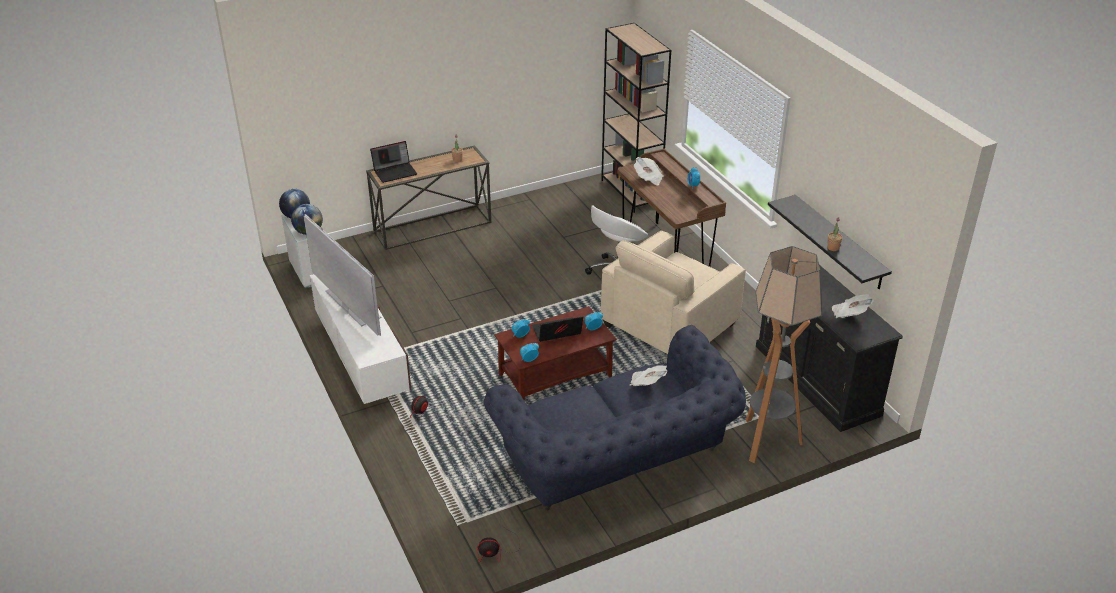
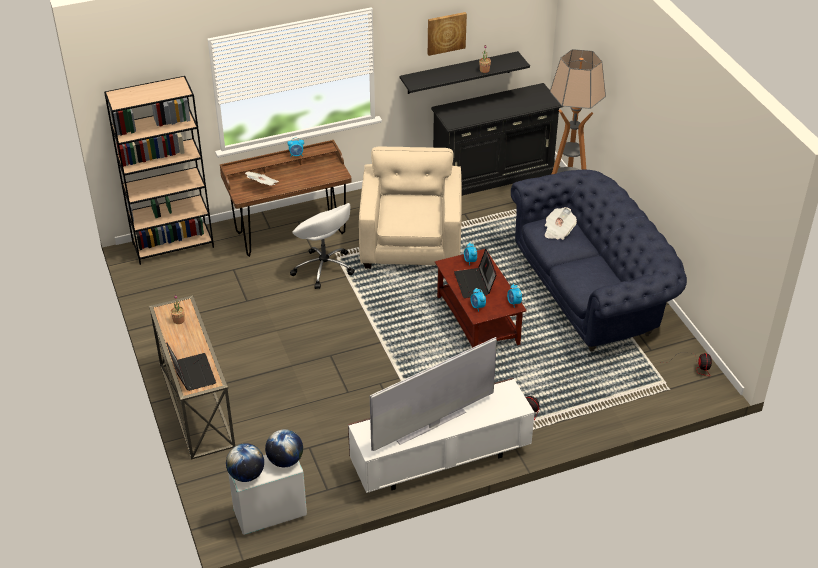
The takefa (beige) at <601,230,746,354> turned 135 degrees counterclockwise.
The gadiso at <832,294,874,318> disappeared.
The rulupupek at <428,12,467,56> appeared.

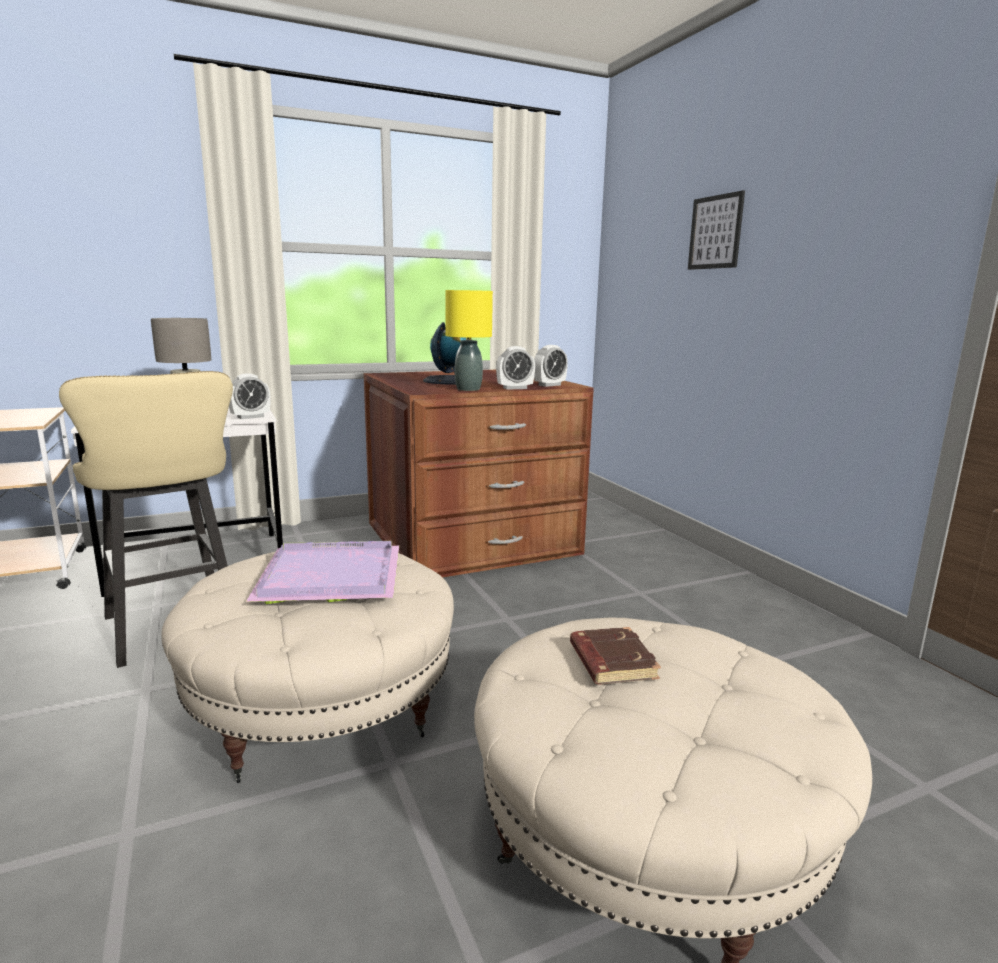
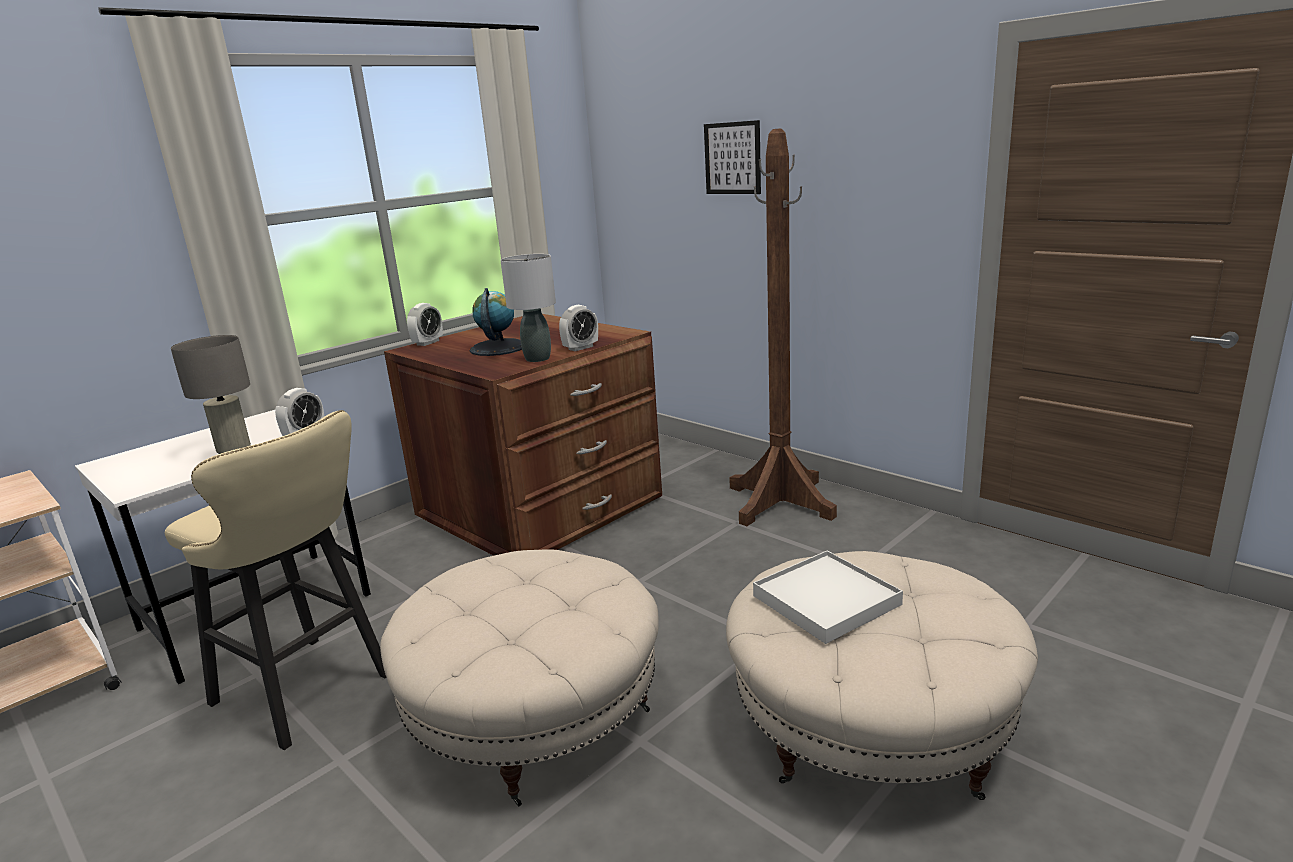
The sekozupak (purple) at <246,541,399,604> disappeared.
The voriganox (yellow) at <445,290,493,391> became the voriganox (grey) at <500,254,556,362>.
The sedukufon moved from <534,345,568,387> to <407,303,443,346>.
The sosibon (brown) at <570,627,661,685> was replaced by the sekozupak (white) at <753,551,903,644>.
The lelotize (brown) at <729,128,837,526> appeared.

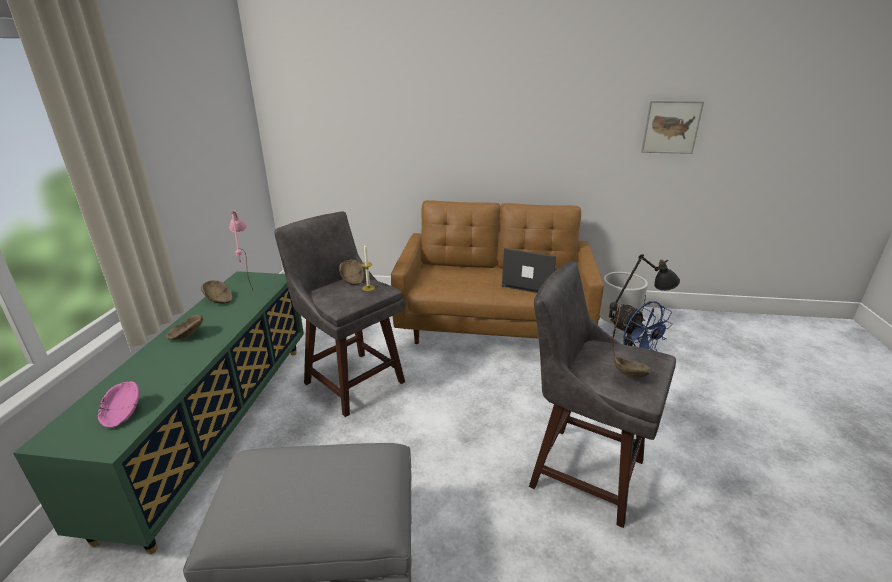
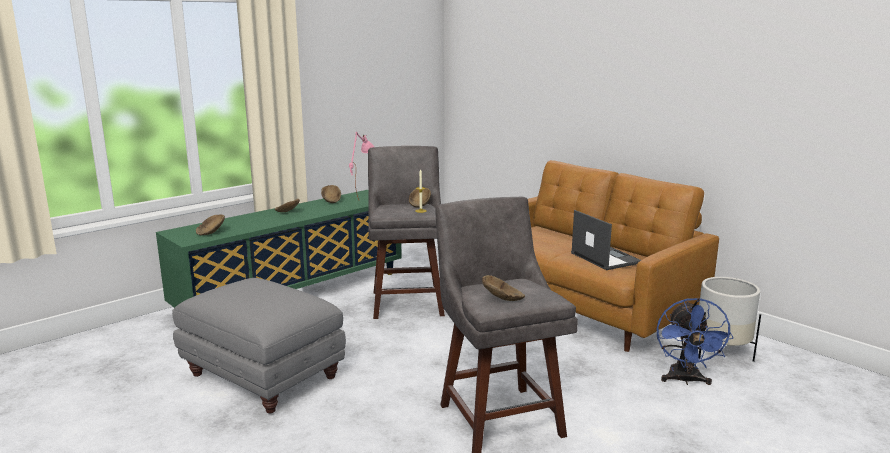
The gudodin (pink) at <98,381,139,428> became the gudodin (brown) at <196,214,225,236>.
The voriganox (black) at <609,254,680,357> disappeared.
The rulupupek at <641,101,704,154> disappeared.

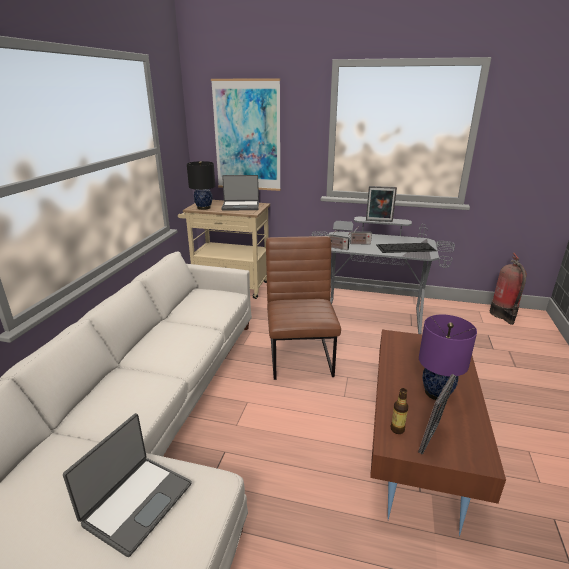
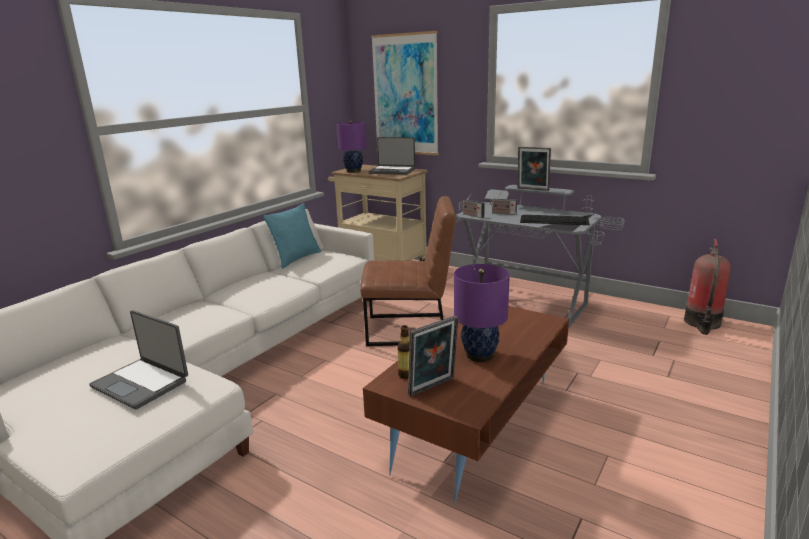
The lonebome at <63,413,192,557> turned 75 degrees clockwise.
The voriganox (black) at <187,161,215,210> became the voriganox (purple) at <337,121,366,173>.
The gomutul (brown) at <266,236,341,380> turned 75 degrees clockwise.
The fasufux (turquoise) at <263,203,321,268> appeared.

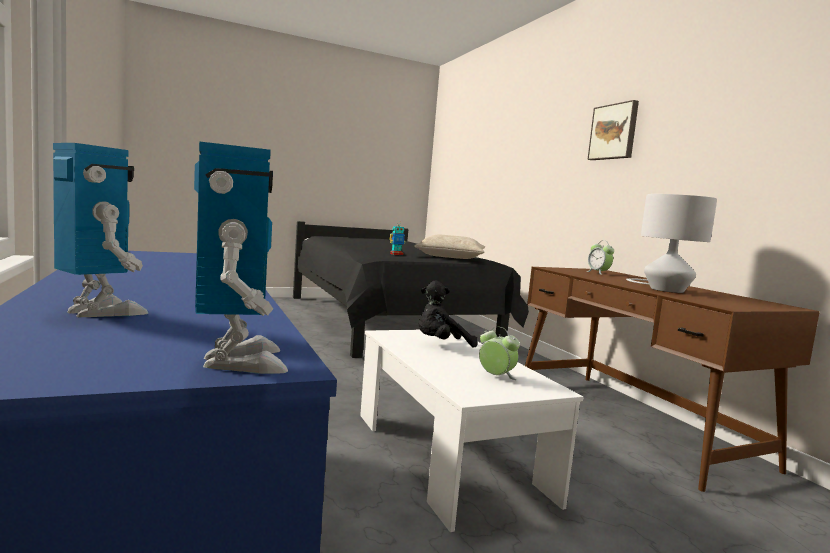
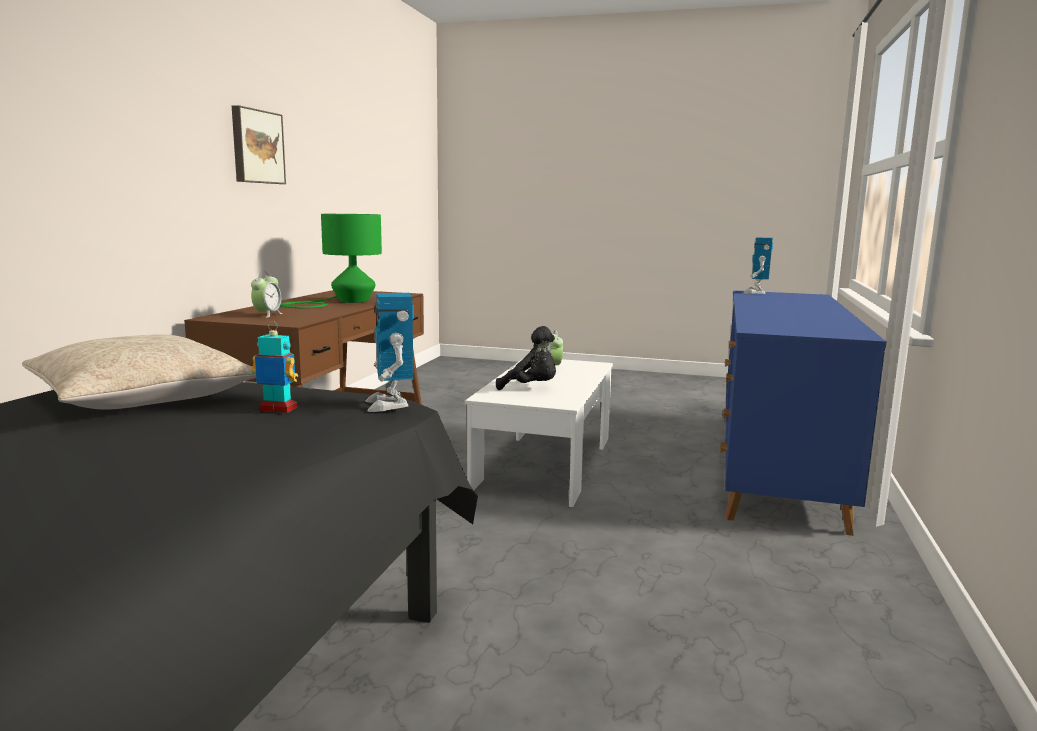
The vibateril moved from <53,143,148,317> to <365,293,414,412>.
The rulupupek moved from <587,100,639,160> to <232,105,286,184>.
The voriganox (grey) at <626,194,717,293> became the voriganox (green) at <280,214,382,308>.

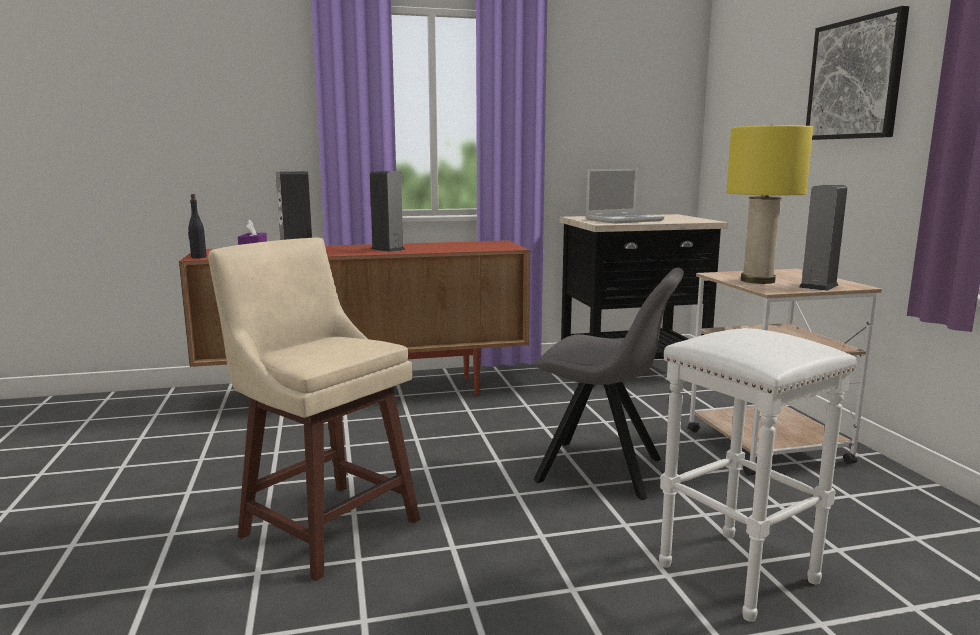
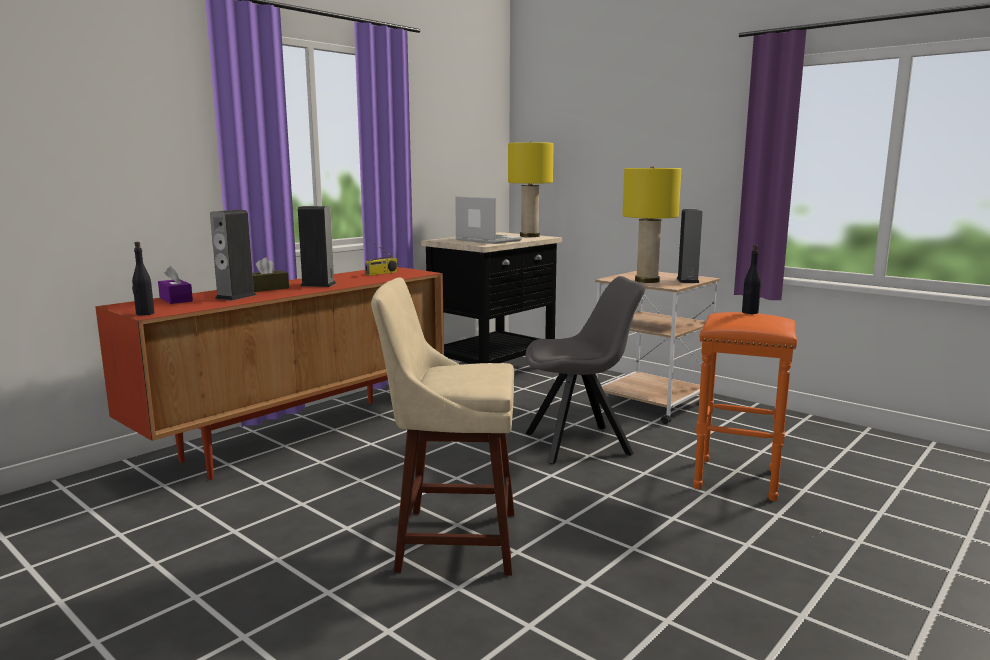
The lonebome at <586,169,664,224> turned 75 degrees counterclockwise.
The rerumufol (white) at <659,328,857,622> became the rerumufol (orange) at <693,312,797,501>.
The rulupupek at <806,6,909,140> disappeared.
The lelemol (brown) at <252,257,289,292> appeared.
The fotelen at <365,240,398,276> appeared.
The voriganox (yellow) at <508,142,554,237> appeared.
The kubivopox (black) at <742,245,761,314> appeared.

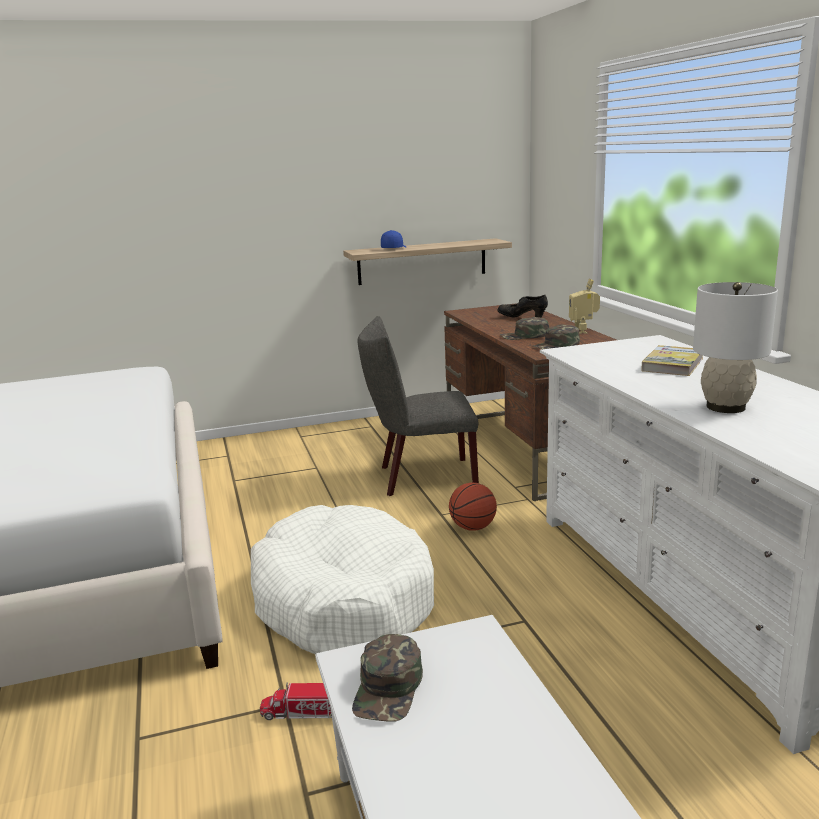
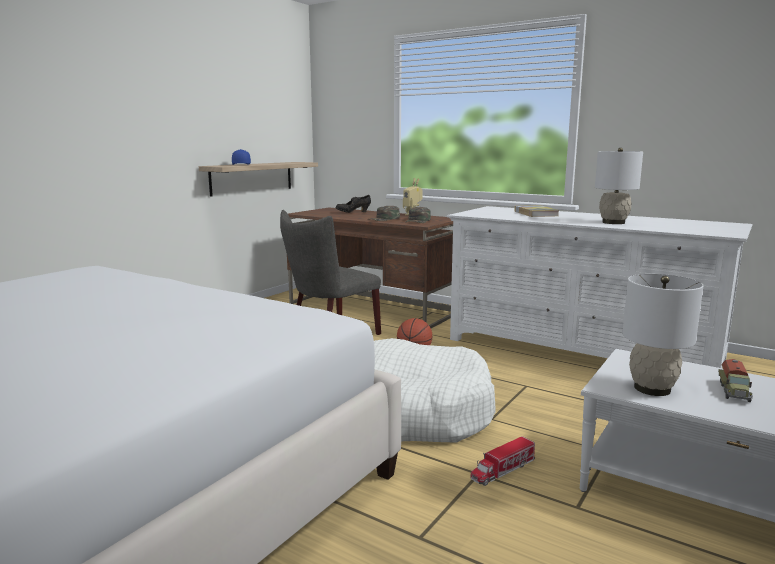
The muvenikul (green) at <352,634,423,721> was replaced by the voriganox (white) at <622,274,703,396>.
The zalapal at <718,359,753,402> appeared.

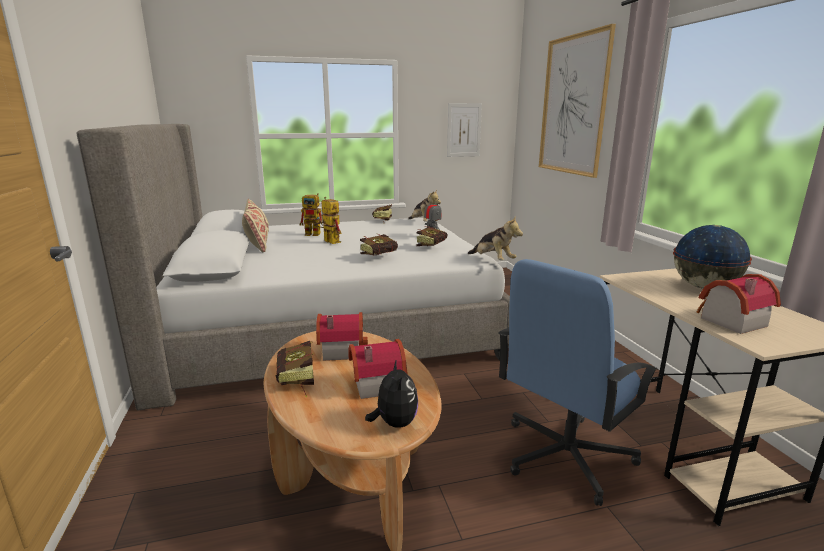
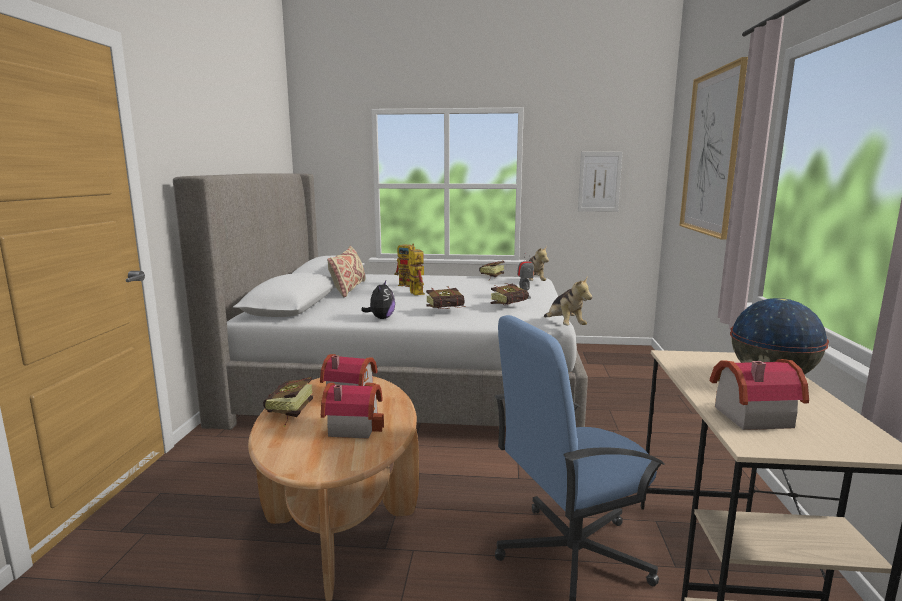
The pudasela moved from <365,359,418,428> to <361,281,395,319>.

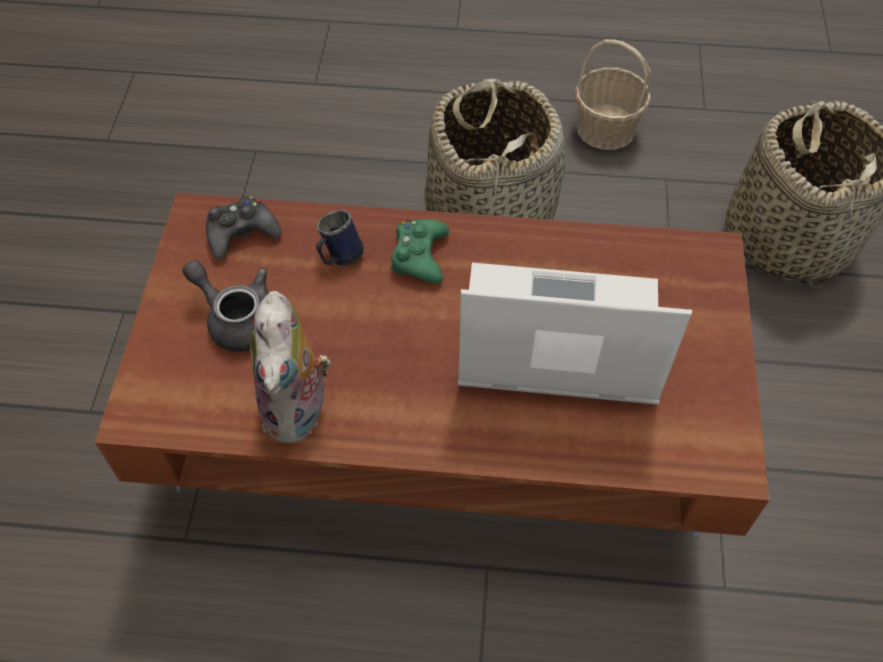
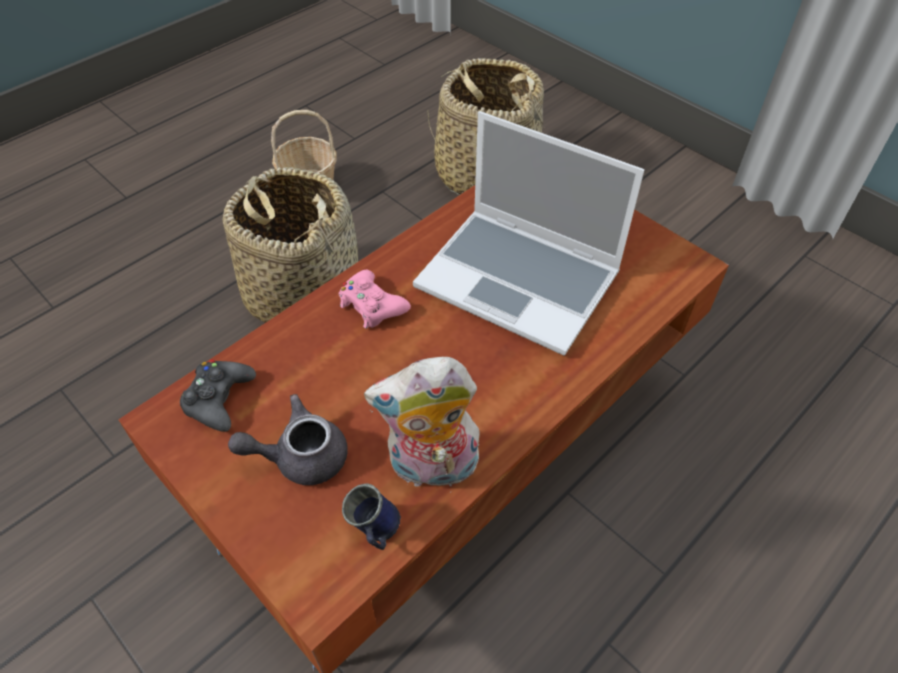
The pudasela at <250,291,331,444> turned 135 degrees clockwise.
The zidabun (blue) moved from <316,210,364,265> to <342,483,401,550>.
The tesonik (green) at <390,219,449,283> became the tesonik (pink) at <339,270,411,329>.
The lonebome at <458,263,692,405> turned 105 degrees counterclockwise.

